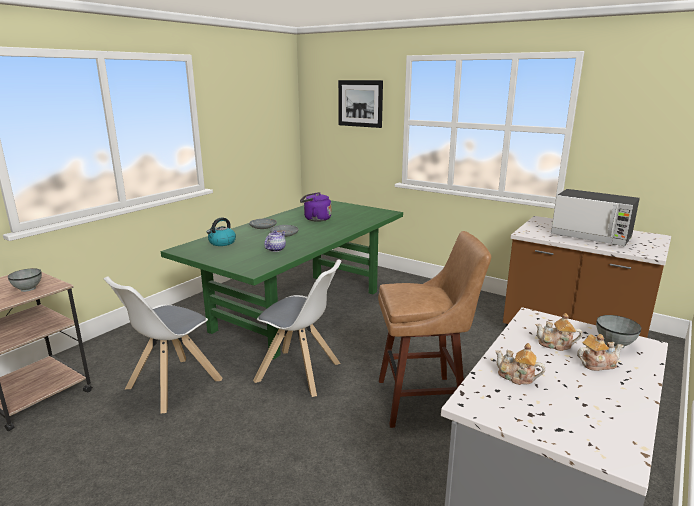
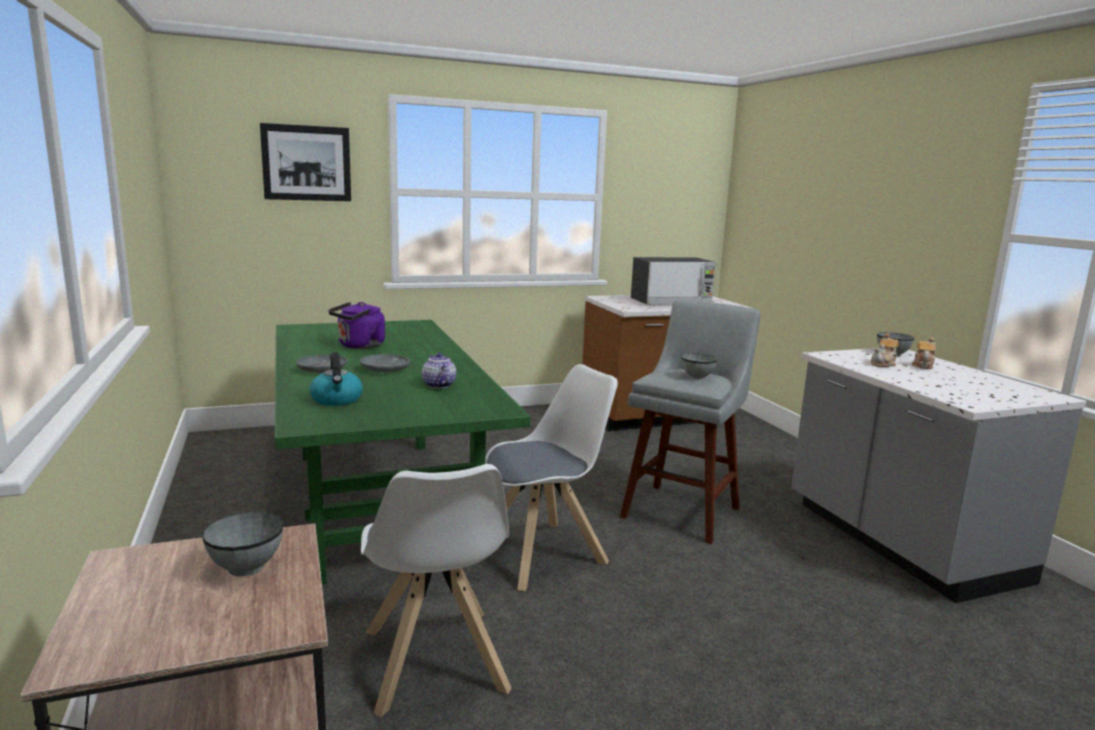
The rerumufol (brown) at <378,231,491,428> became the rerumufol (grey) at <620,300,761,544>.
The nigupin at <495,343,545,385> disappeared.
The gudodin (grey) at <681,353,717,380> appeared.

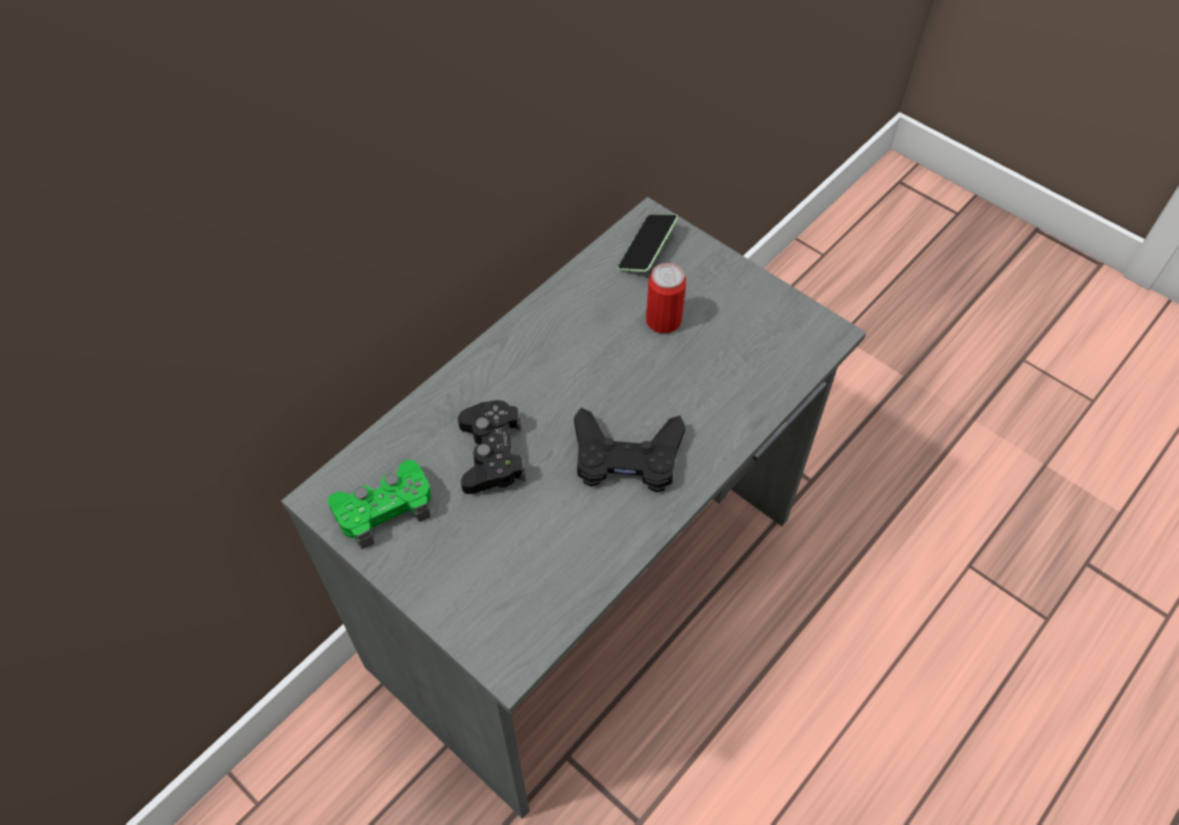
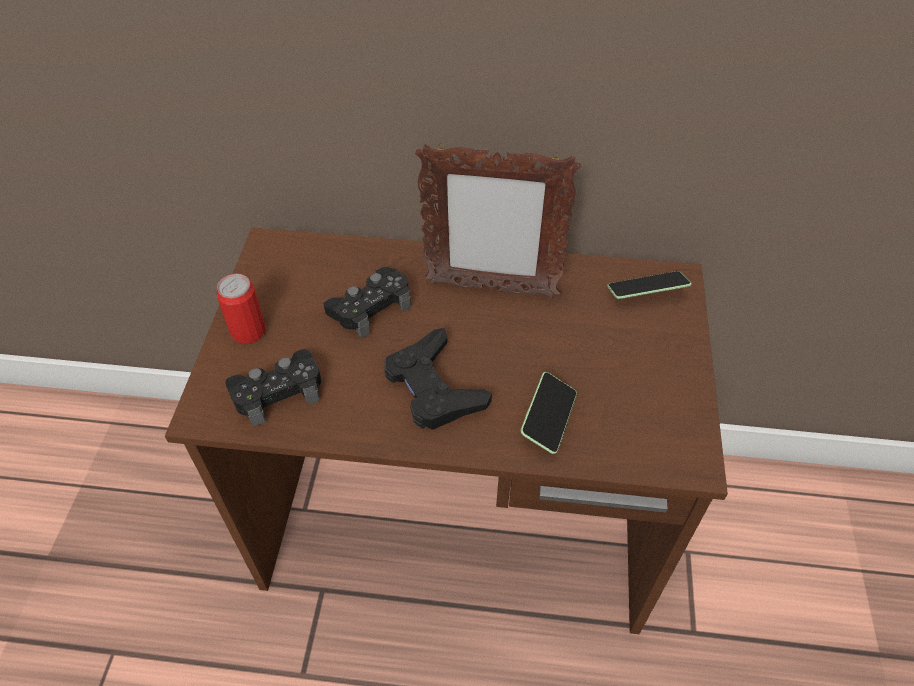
The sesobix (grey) at <281,197,866,819> became the sesobix (brown) at <165,227,728,634>.
The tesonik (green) at <328,460,431,549> disappeared.
The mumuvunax moved from <646,263,686,333> to <217,274,266,344>.
The tesonik (black) at <225,349,321,427> appeared.
The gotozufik at <415,143,581,298> appeared.
The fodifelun at <520,372,577,454> appeared.

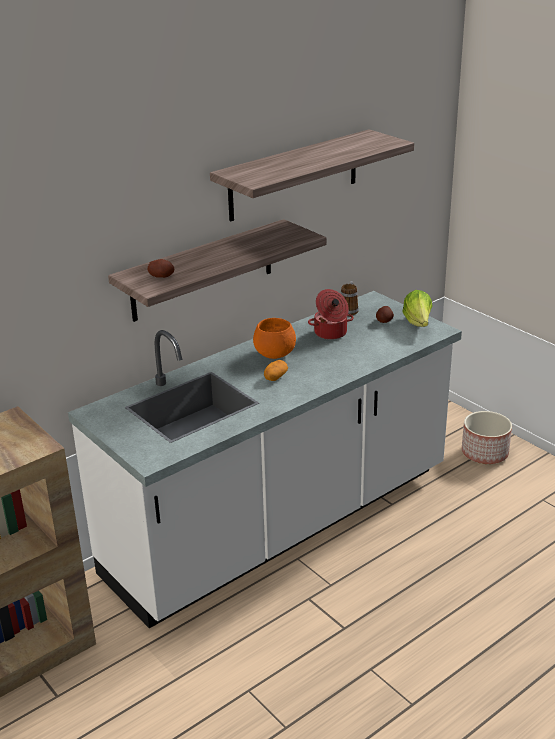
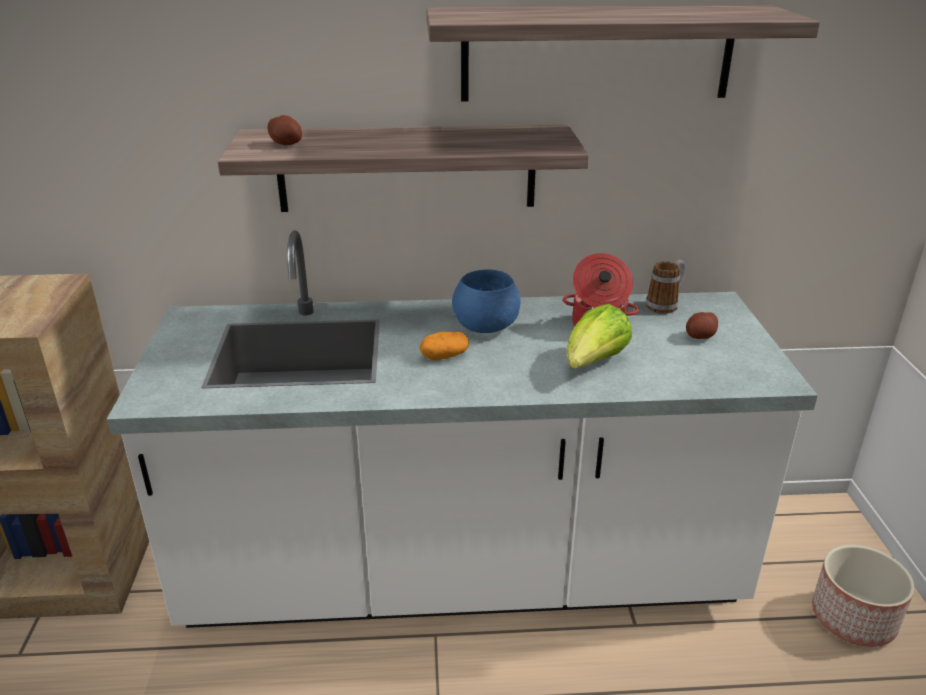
The gudodin (orange) at <253,318,296,359> became the gudodin (blue) at <452,269,521,333>.
The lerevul moved from <402,290,433,327> to <567,304,632,369>.

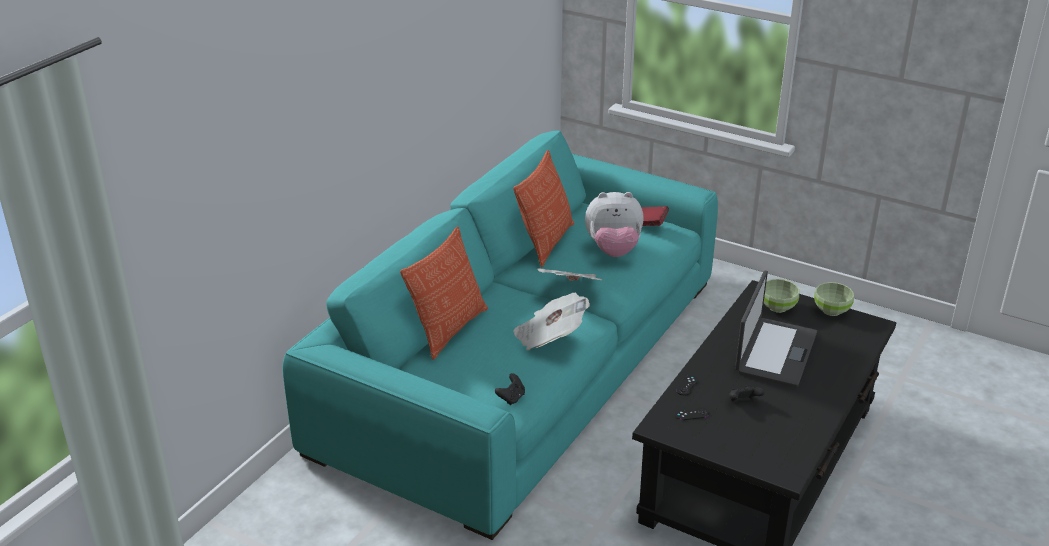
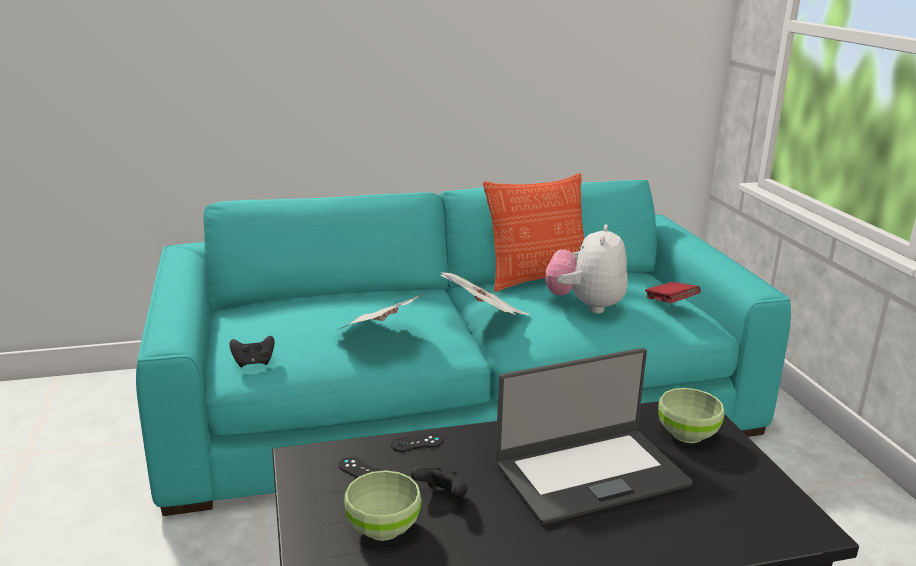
The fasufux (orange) at <400,227,488,360> disappeared.
The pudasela at <585,192,643,257> turned 60 degrees clockwise.
The gudodin (green) moved from <814,282,854,316> to <344,470,421,541>.

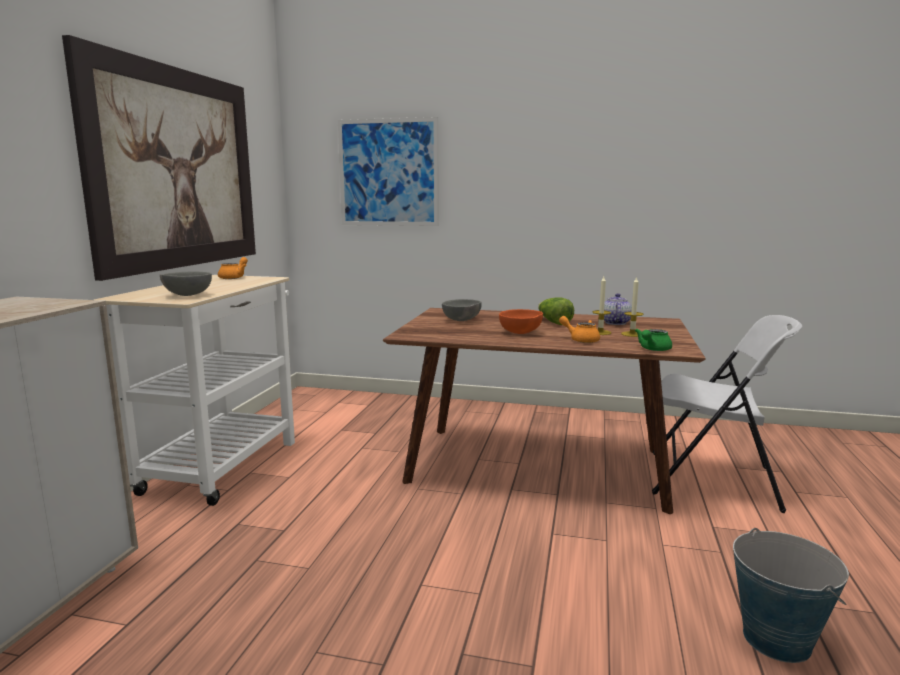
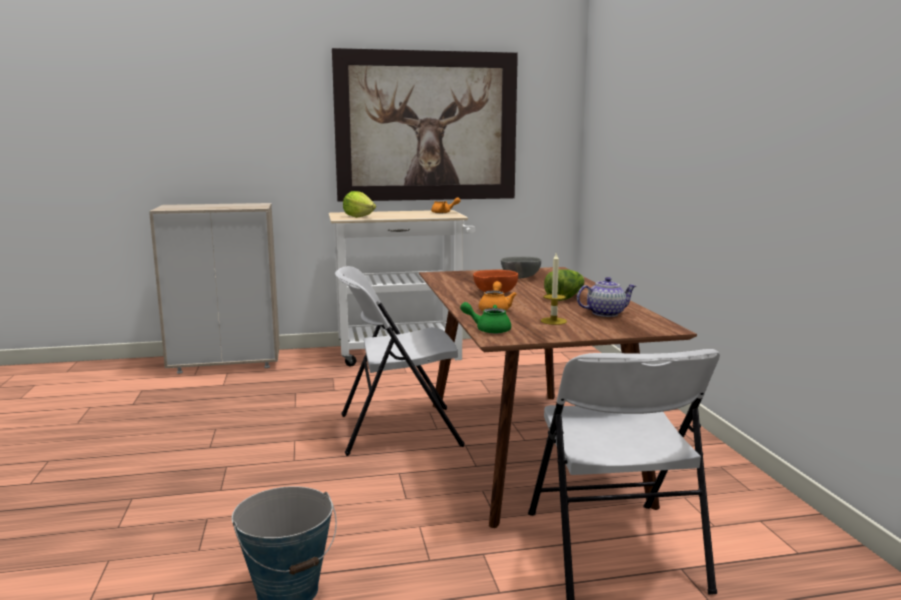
The gudodin (grey) at <160,271,212,296> was replaced by the lerevul at <343,191,376,218>.
The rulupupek at <338,117,439,226> disappeared.
The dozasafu at <592,276,611,335> disappeared.
The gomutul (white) at <335,266,464,456> appeared.

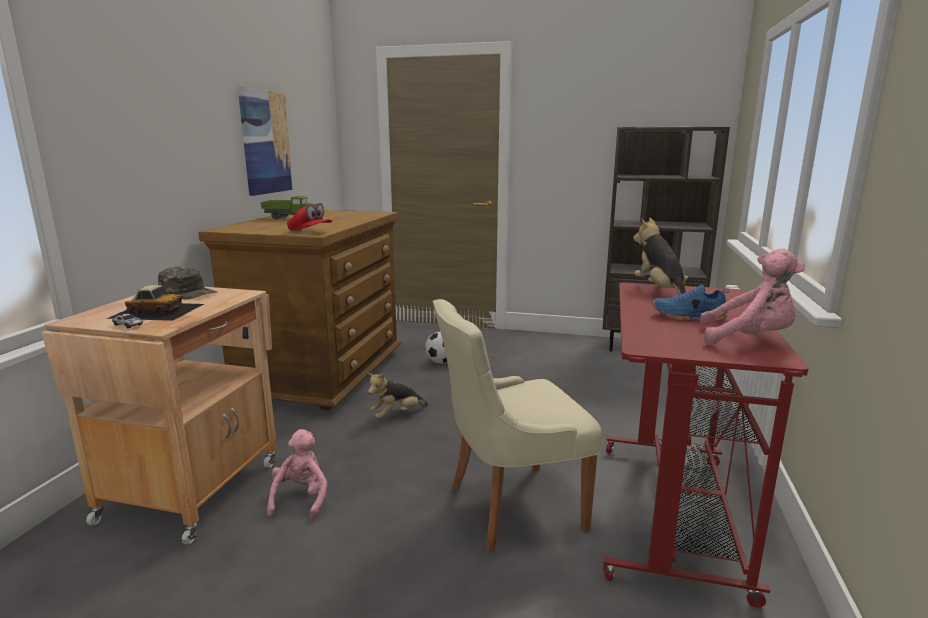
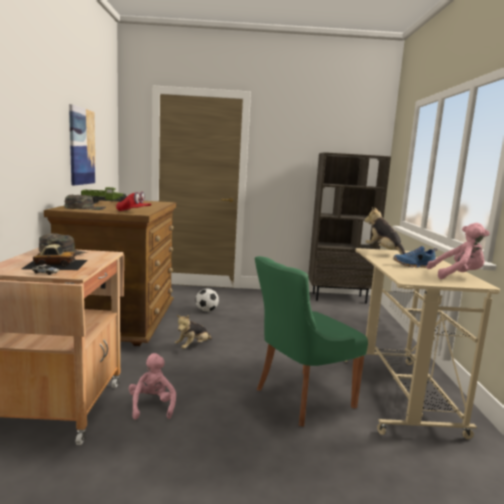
The gomutul (beige) at <433,299,602,552> became the gomutul (green) at <255,256,368,427>.
The sesobix (red) at <603,283,809,608> became the sesobix (beige) at <345,248,500,439>.
The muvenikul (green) at <64,195,106,210> appeared.

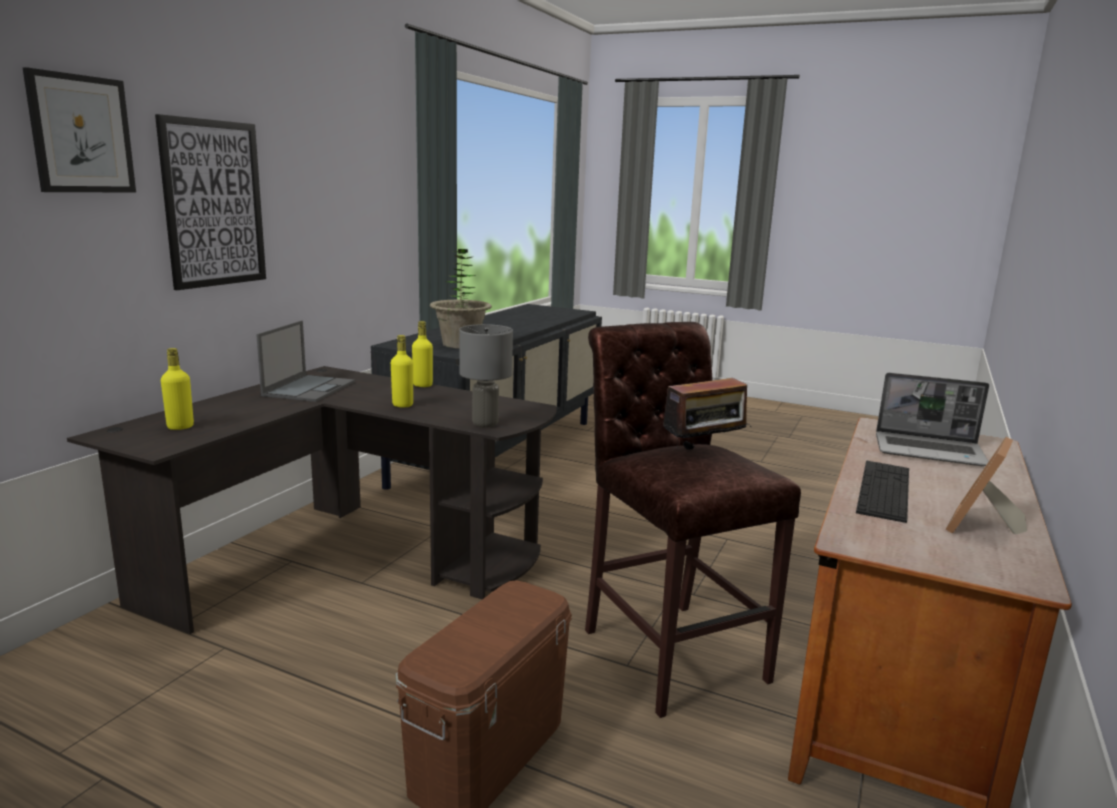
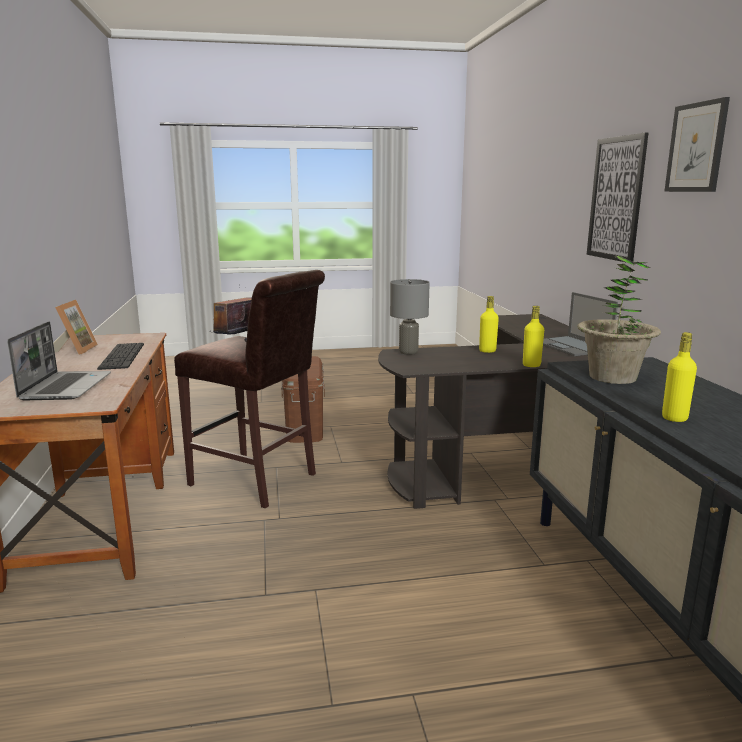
The rulupupek moved from <23,67,136,192> to <664,97,730,192>.
The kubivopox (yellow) moved from <161,348,194,430> to <662,332,697,422>.
The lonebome at <876,373,989,466> turned 105 degrees clockwise.

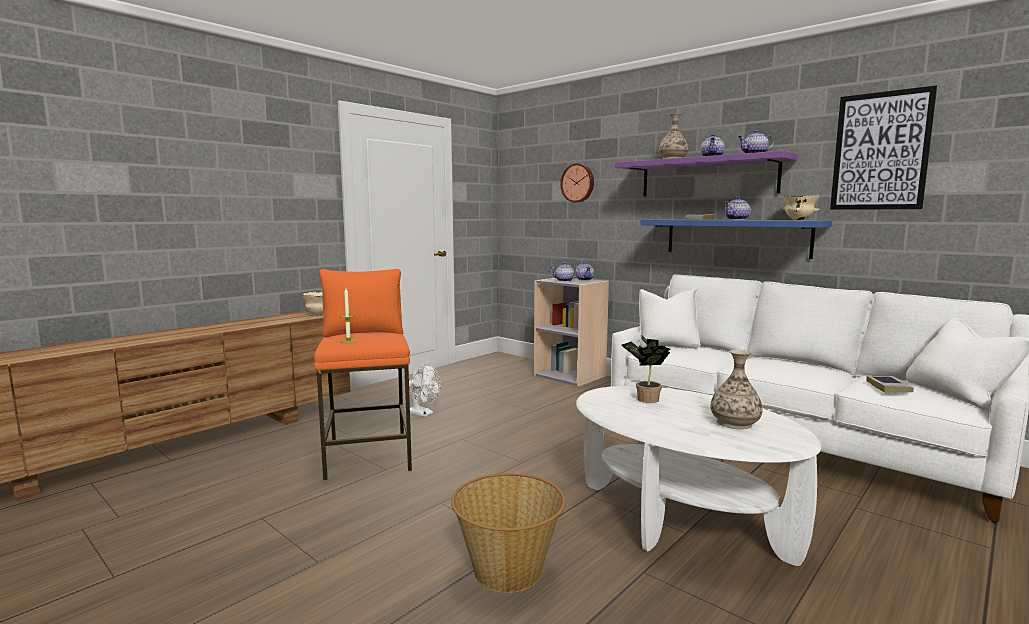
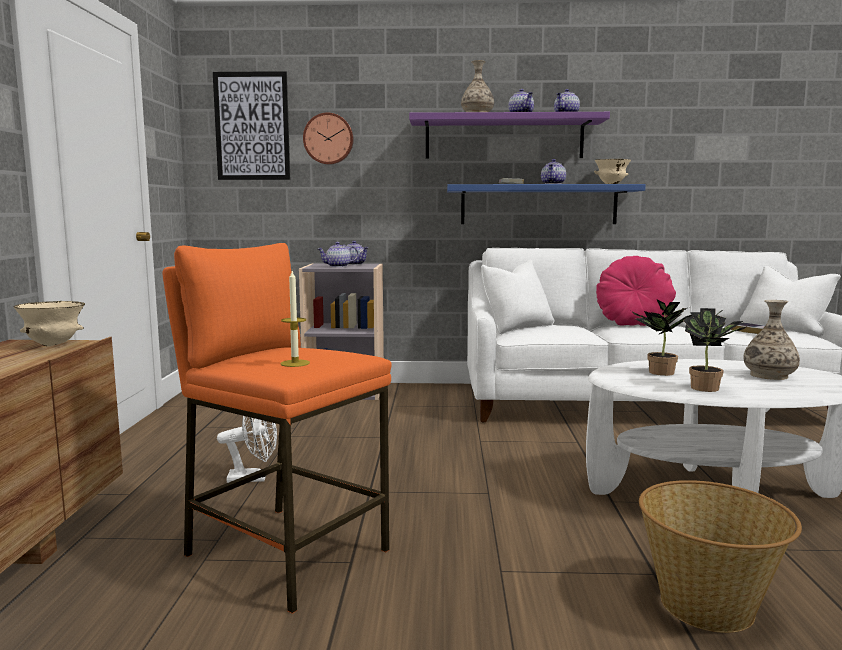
The rulupupek moved from <830,85,937,210> to <213,71,290,180>.
The fasufux (pink) at <596,256,676,326> appeared.
The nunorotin at <683,308,750,392> appeared.

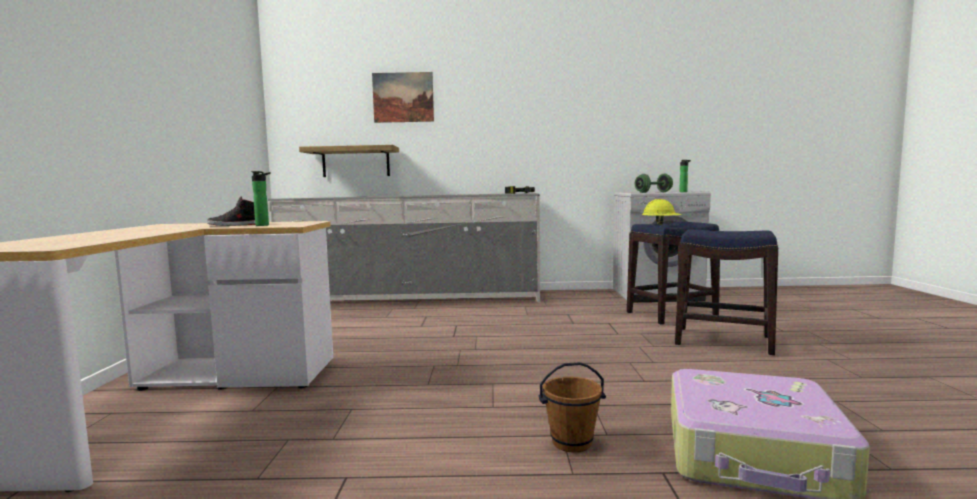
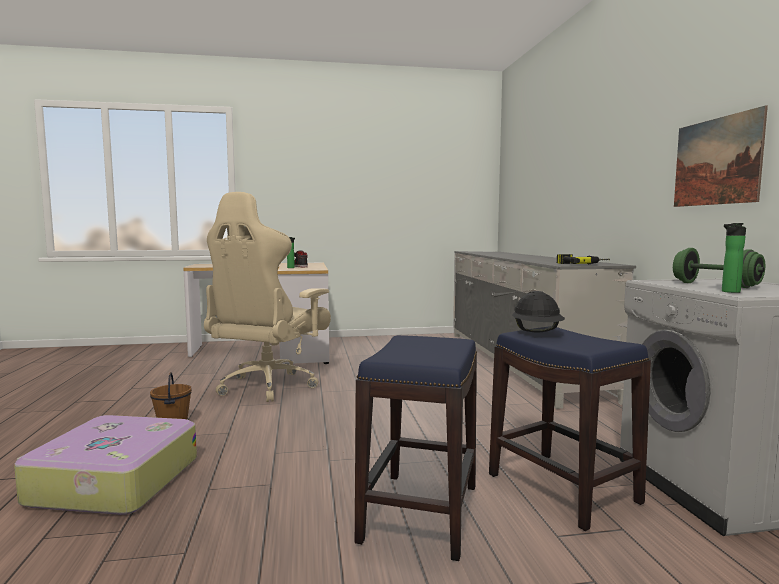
The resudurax at <299,145,399,177> disappeared.
The rulupupek moved from <372,72,434,123> to <674,105,768,207>.
The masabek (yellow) at <642,199,682,225> became the masabek (black) at <512,291,565,333>.
The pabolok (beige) at <204,192,331,402> appeared.

